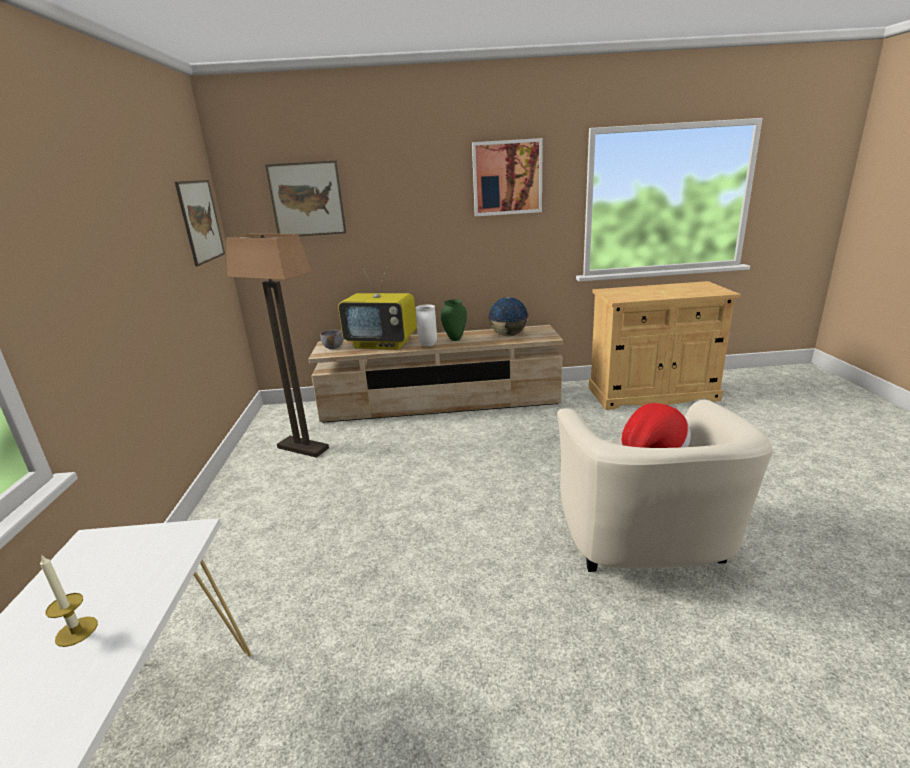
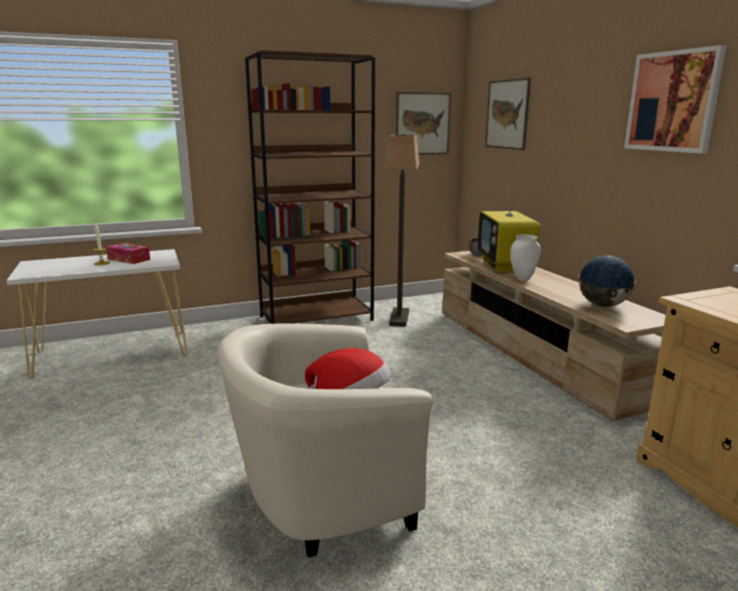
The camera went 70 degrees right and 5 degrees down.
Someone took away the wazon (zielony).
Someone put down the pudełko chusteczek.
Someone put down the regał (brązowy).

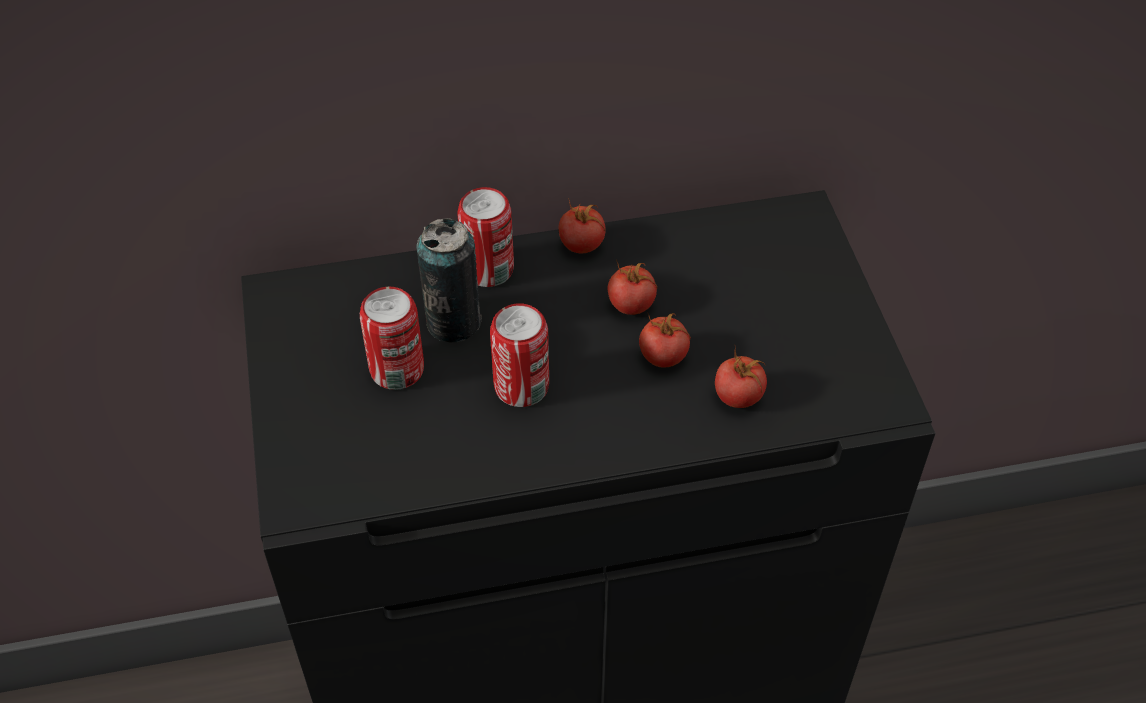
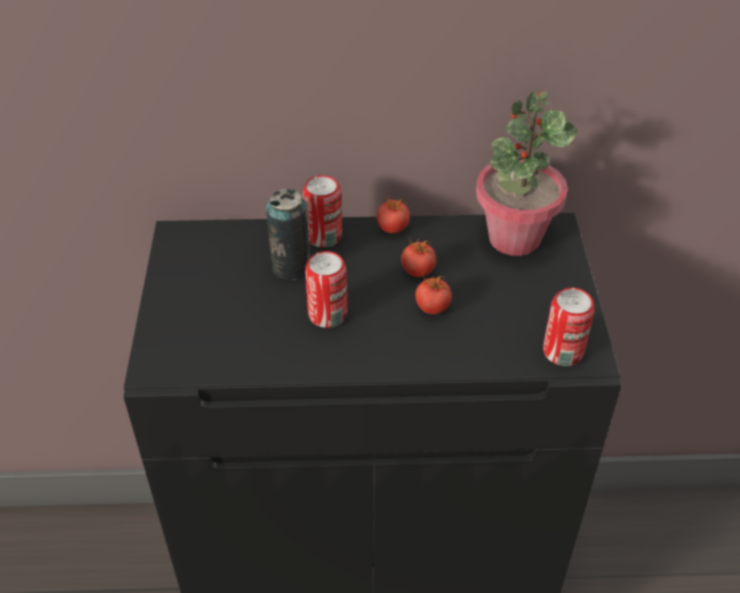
The camera went 10 degrees right and 5 degrees down.
Someone carried the puszka (1st from left in the first image).
Someone took away the pomidor (4th from left).
Someone put down the roślina doniczkowa.

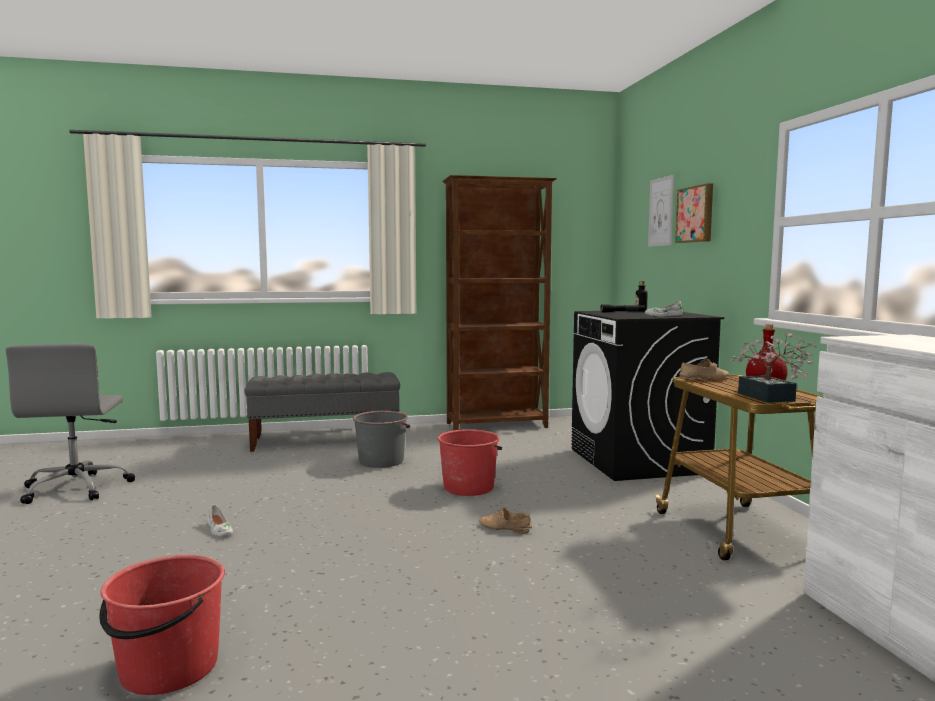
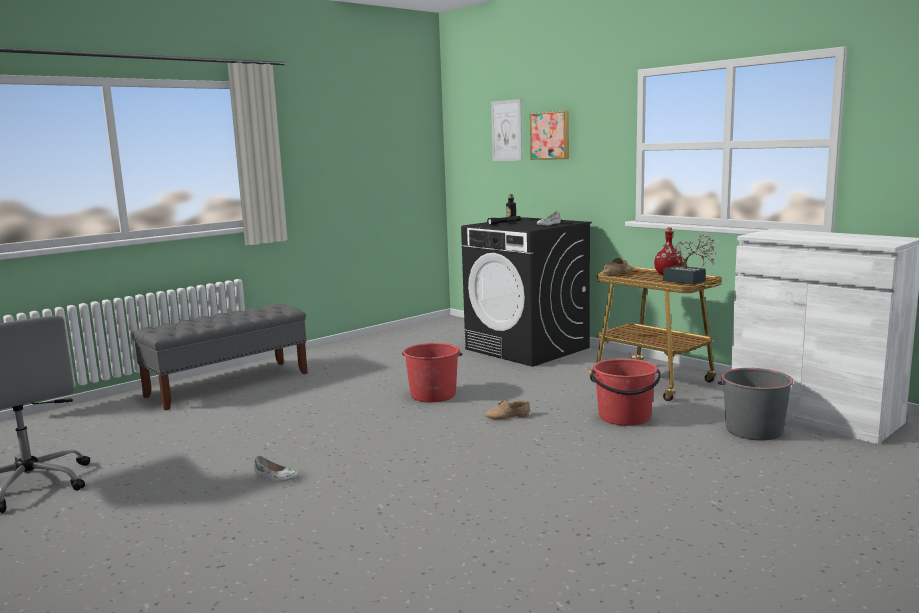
The camera went 30 degrees left and 5 degrees up.
Someone carried the wiadro (czerwony) (1st from left in the first image).
Someone carried the wiadro (szary).
Someone took away the regał (brązowy).

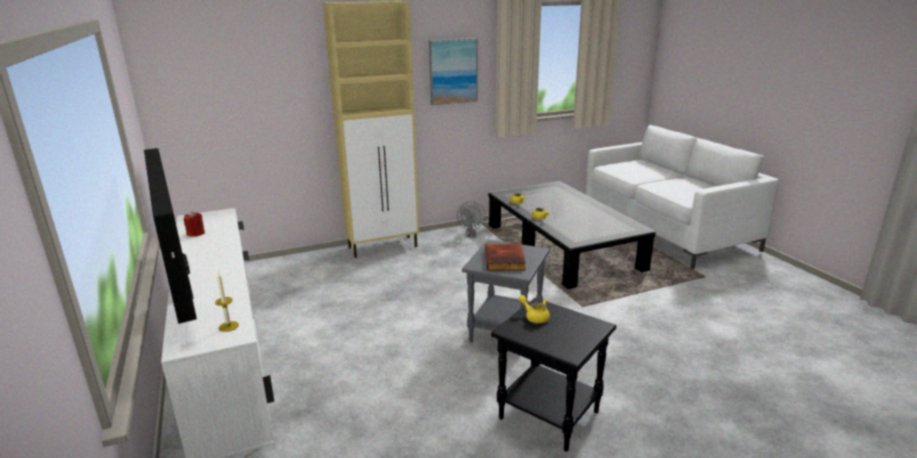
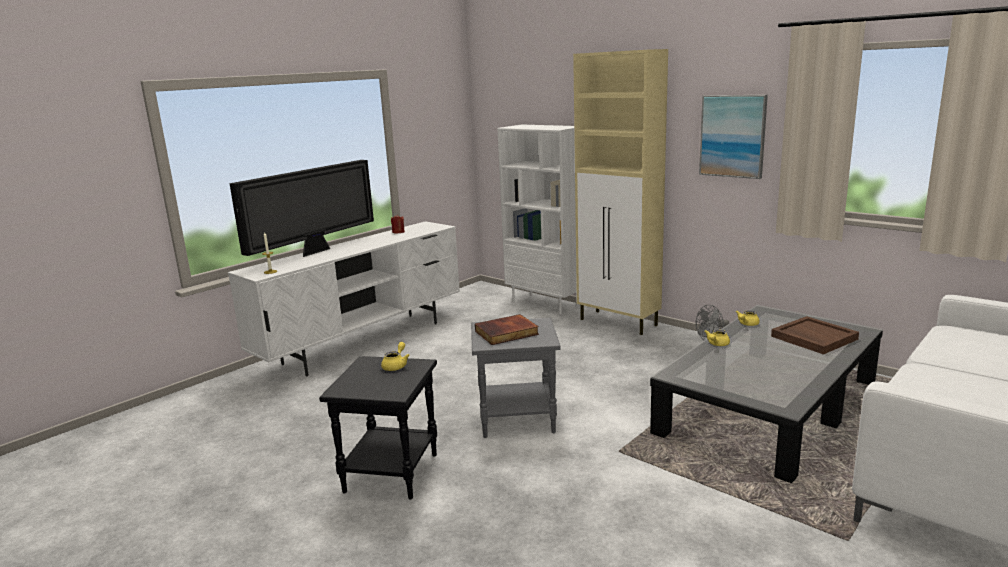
The camera went 65 degrees right and 5 degrees down.
Someone put down the regał (biały).
Someone put down the taca (brązowy).

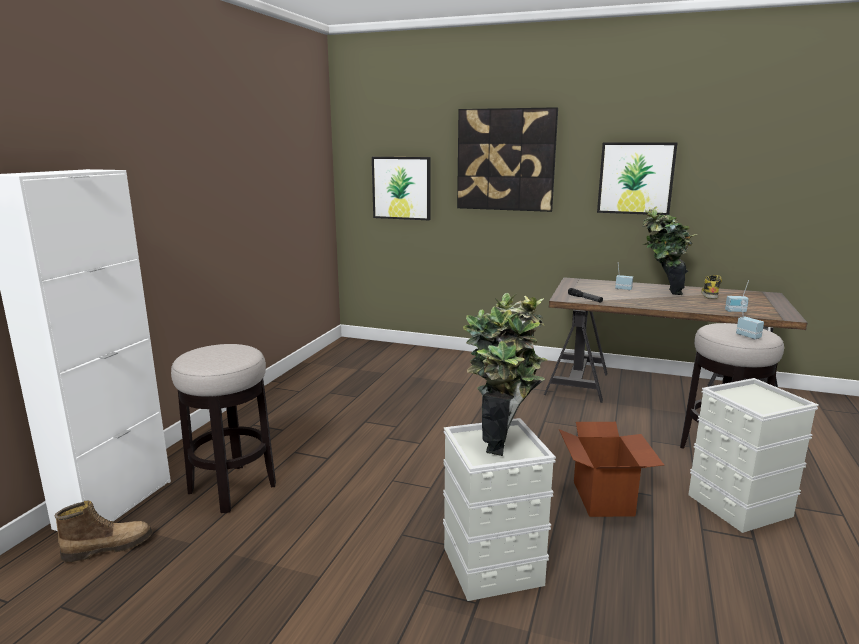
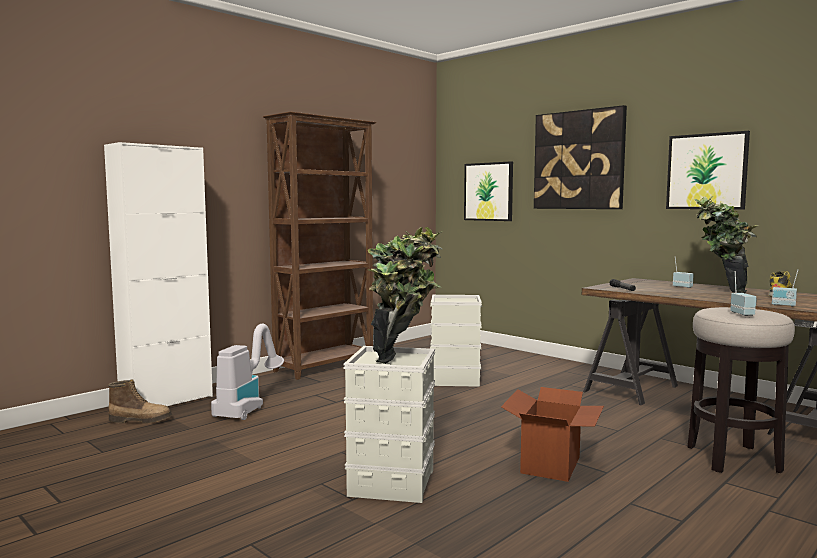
The camera went 25 degrees right and 10 degrees down.
Someone swapped the stołek (1st from left) for the odkurzacz.
Someone carried the pojemnik do przechowywania (szary) (2nd from left).
Someone put down the regał (brązowy).

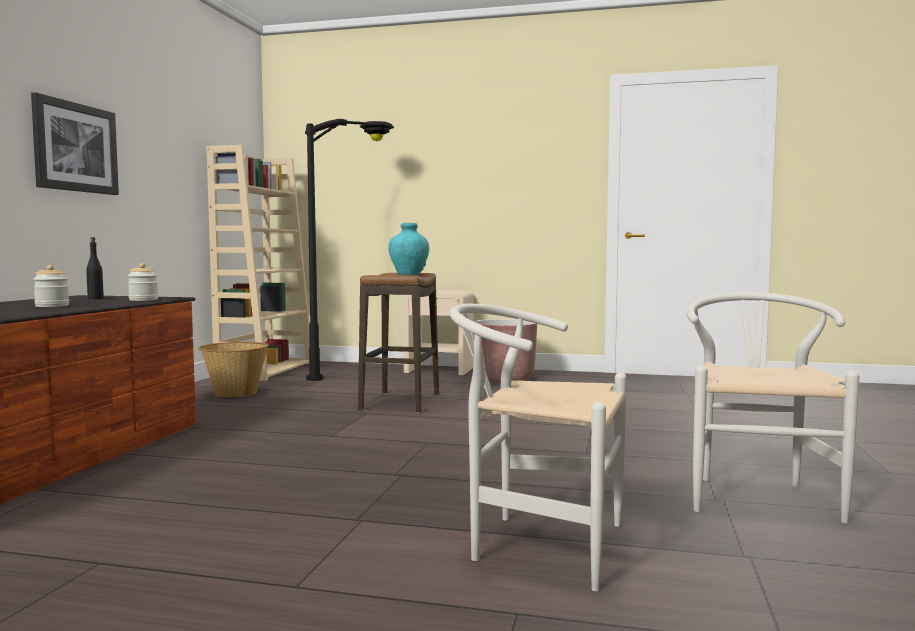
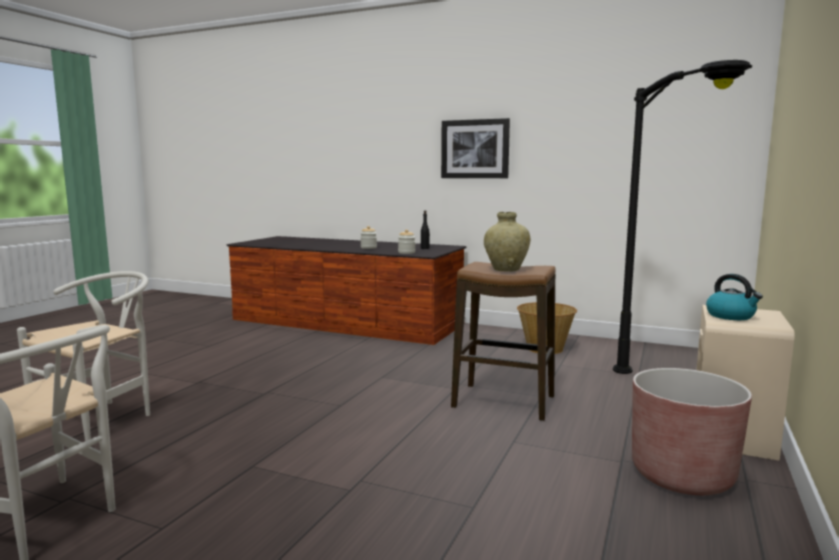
The camera went 100 degrees right and 5 degrees up.
Someone took away the regał (beżowy).
Someone repainted the wazon (turkusowy), which became the wazon (beżowy).
Someone put down the czajnik.

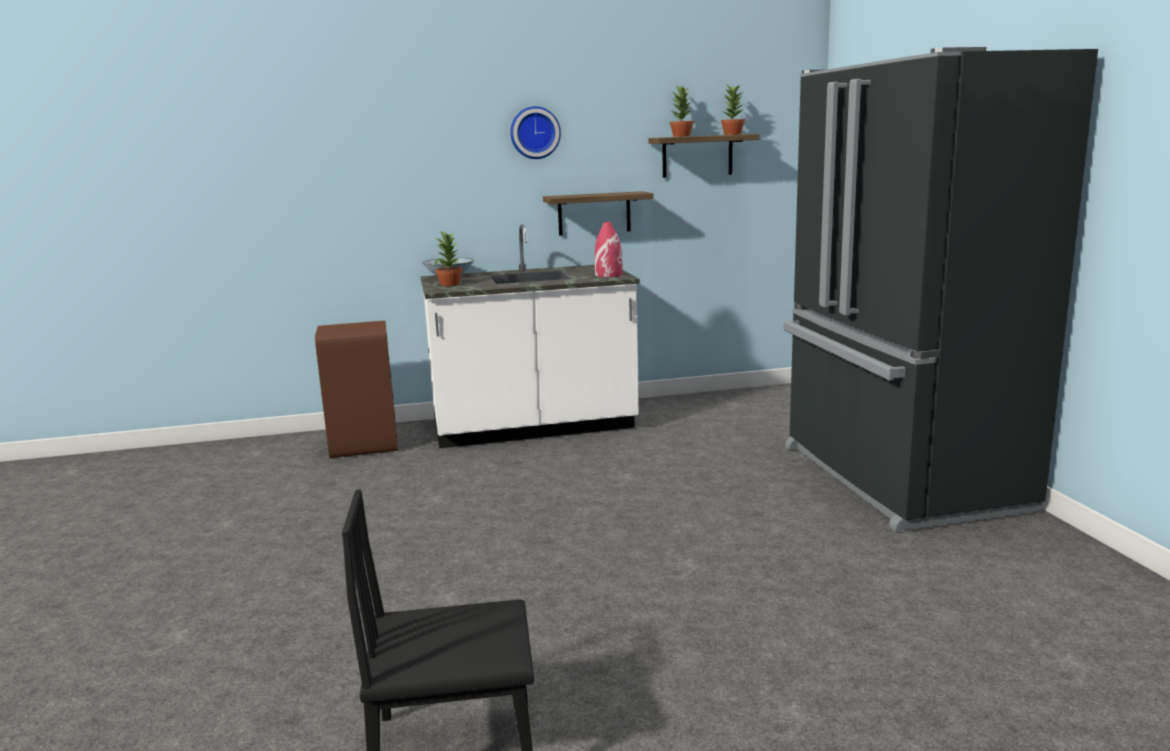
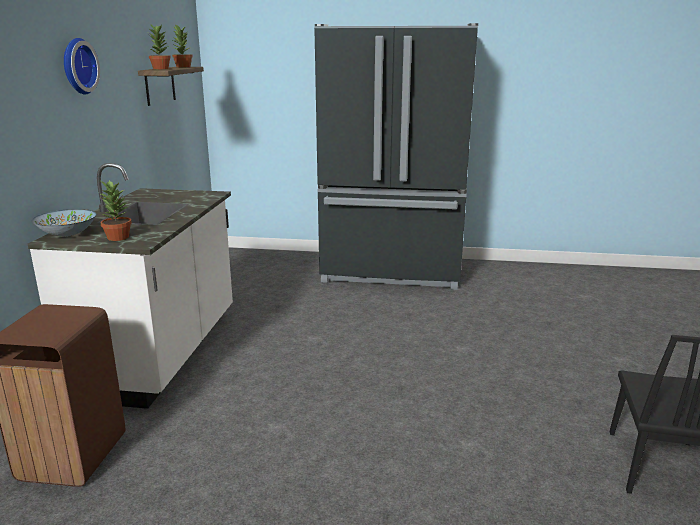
The camera went 70 degrees left and 5 degrees up.
Someone took away the półka (1st from left).
Someone took away the wazon (czerwony).

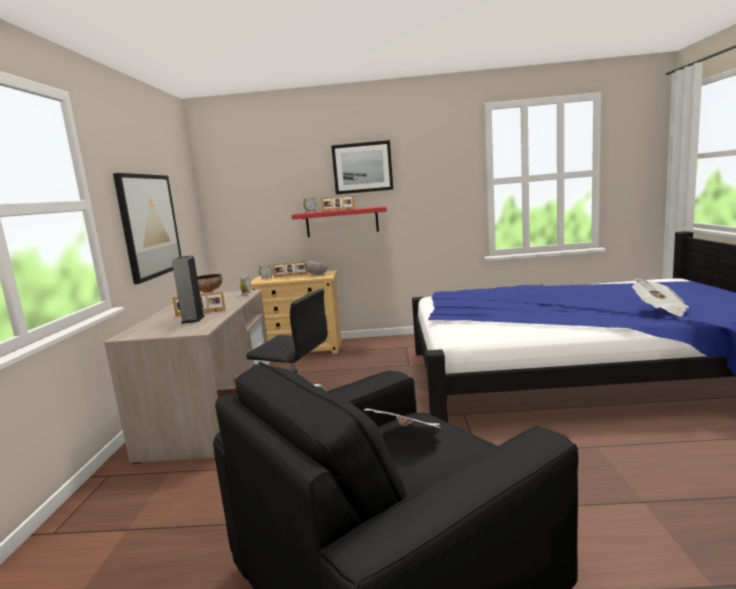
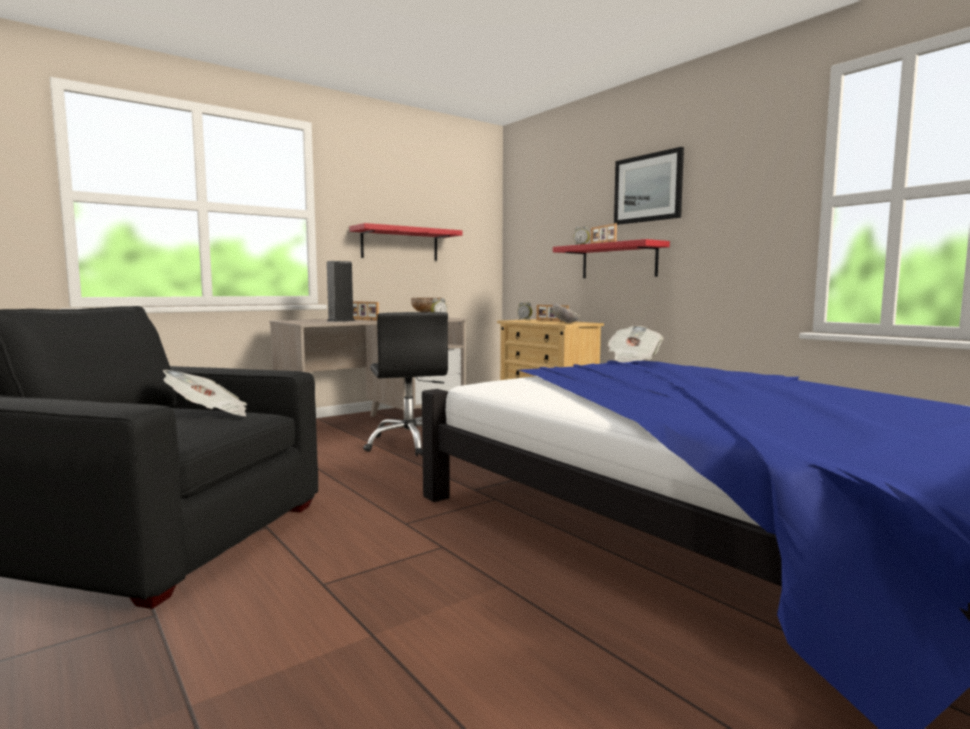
The camera went 50 degrees right and 5 degrees down.
Someone swapped the obraz (1st from left) for the półka (czerwony) (1st from left).
Someone carried the gazeta (2nd from left).

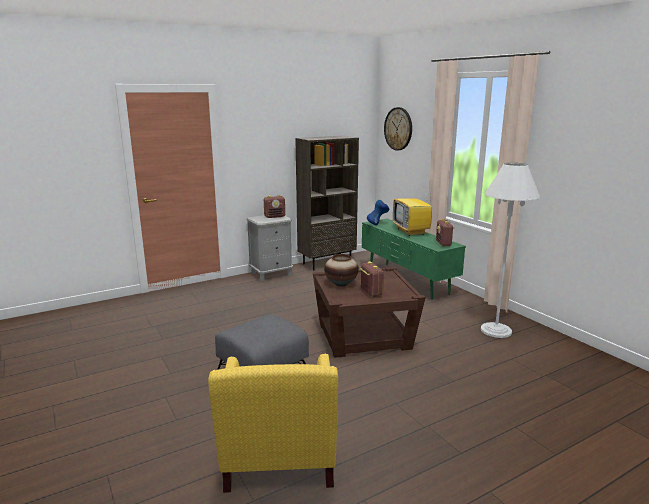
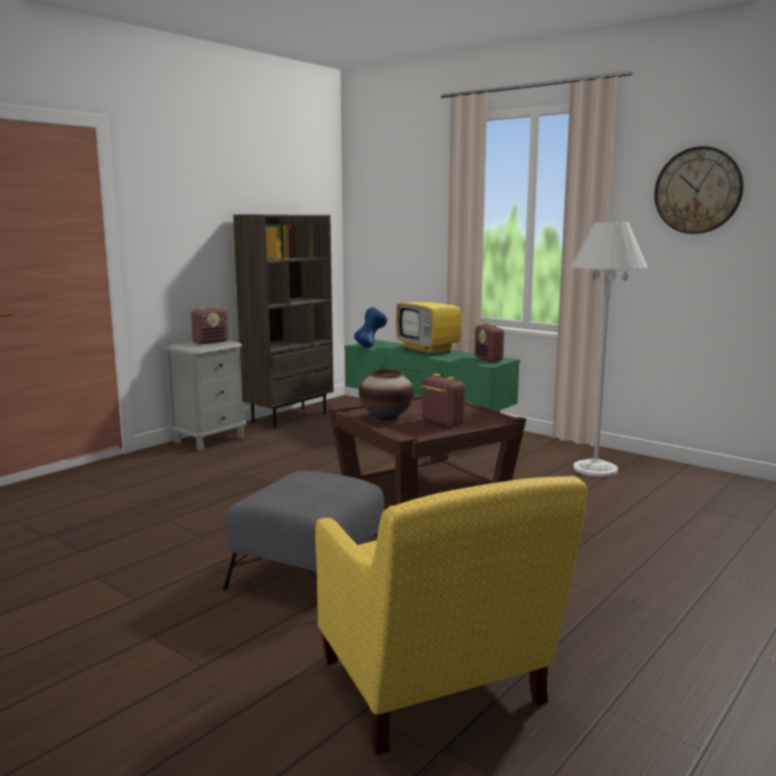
The camera went 20 degrees left and 5 degrees down.
Someone carried the zegar ścienny.

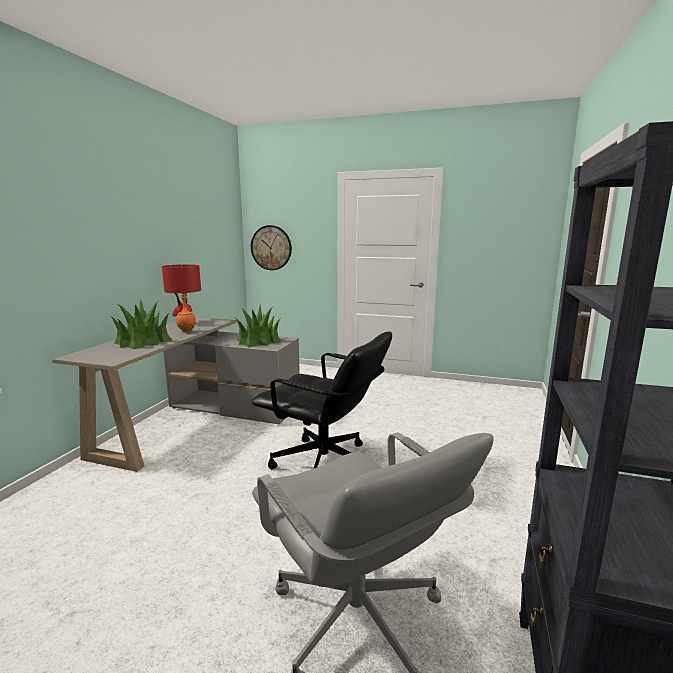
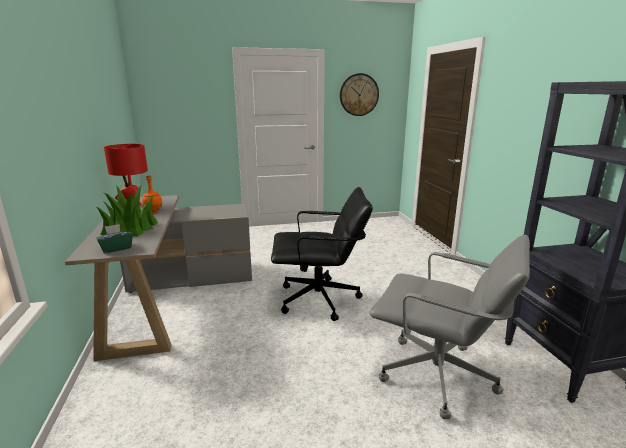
The camera went 30 degrees left and 5 degrees up.
Someone took away the roślina doniczkowa (2nd from left).
Someone carried the zegar ścienny.
Someone put down the pudełko chusteczek (zielony).

